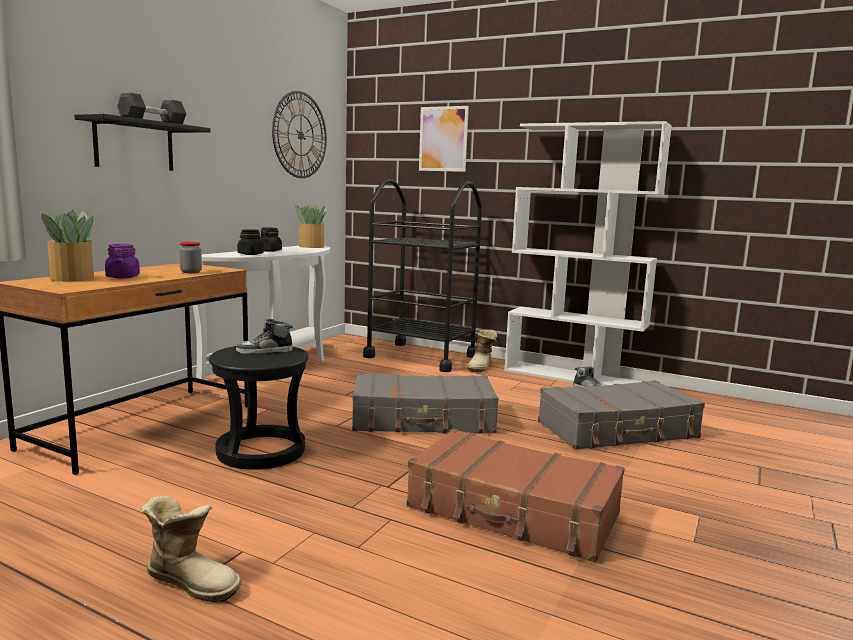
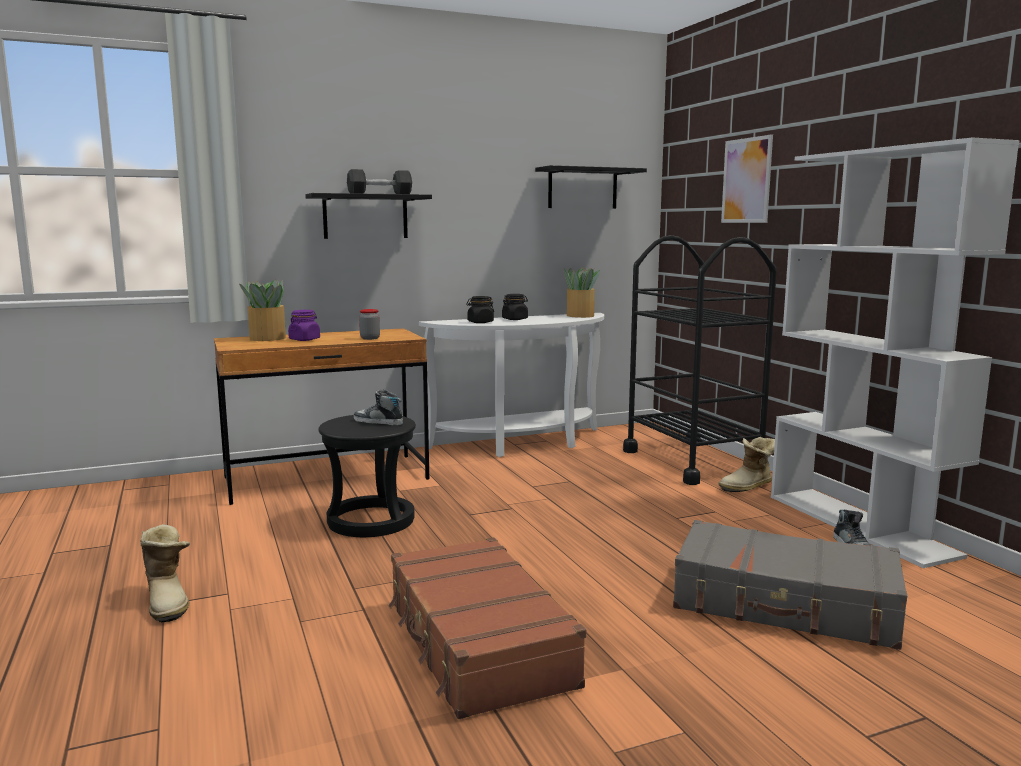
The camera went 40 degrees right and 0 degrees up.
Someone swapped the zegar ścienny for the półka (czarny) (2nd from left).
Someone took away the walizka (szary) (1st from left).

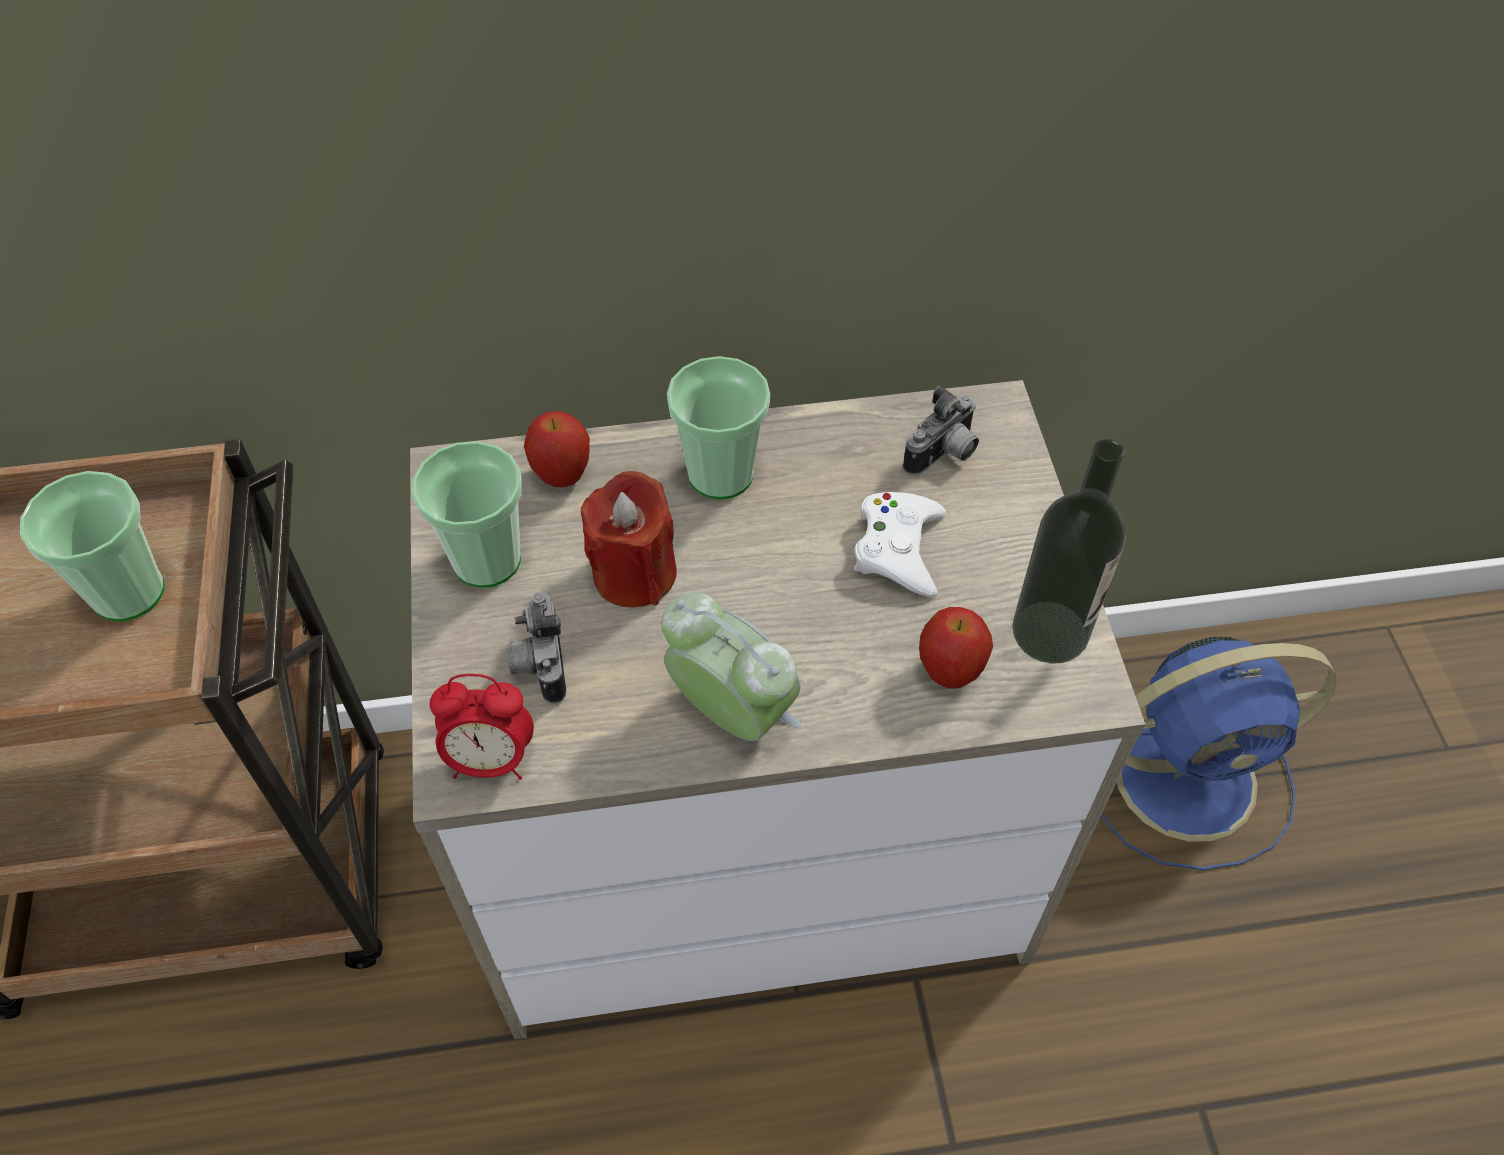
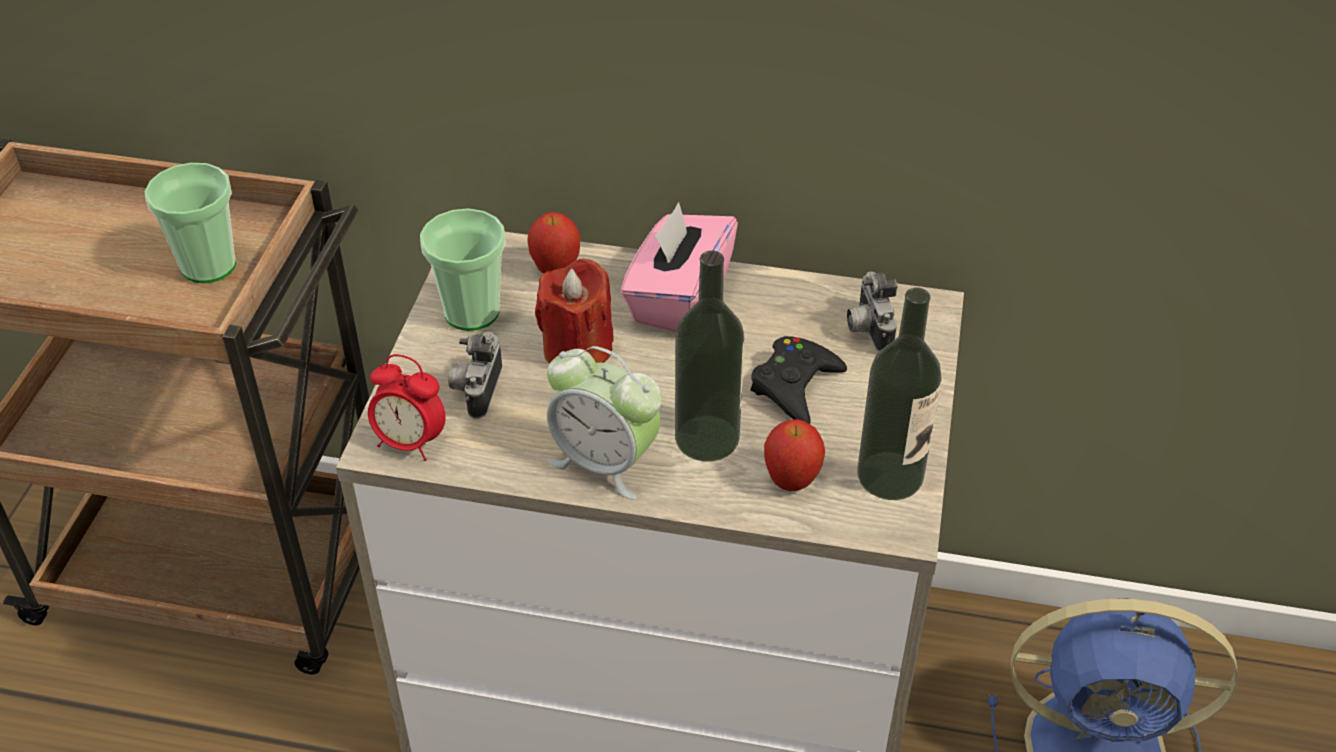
The camera went 20 degrees right and 10 degrees down.
Someone rotated the budzik (2nd from left) by 150 degrees clockwise.
Someone swapped the filiżanka (3rd from left) for the pudełko chusteczek (różowy).
Someone repainted the pad do gier (biały), which became the pad do gier (czarny).
Someone rotated the aparat fotograficzny (2nd from left) by 105 degrees clockwise.
Someone put down the butelka (1st from left).

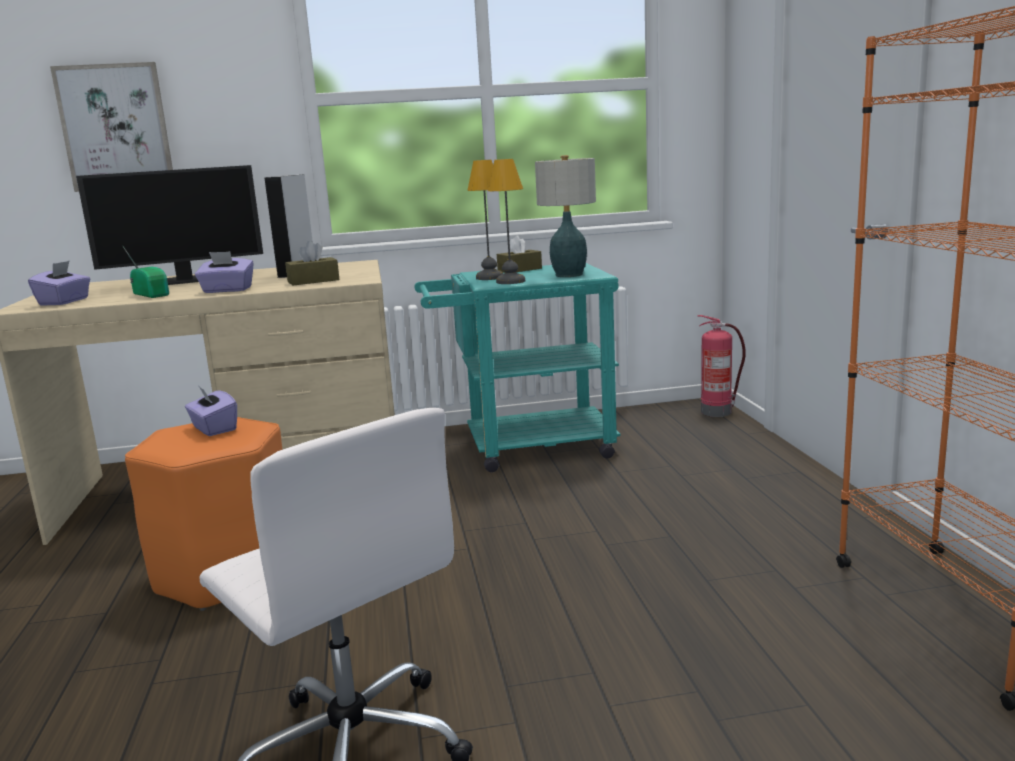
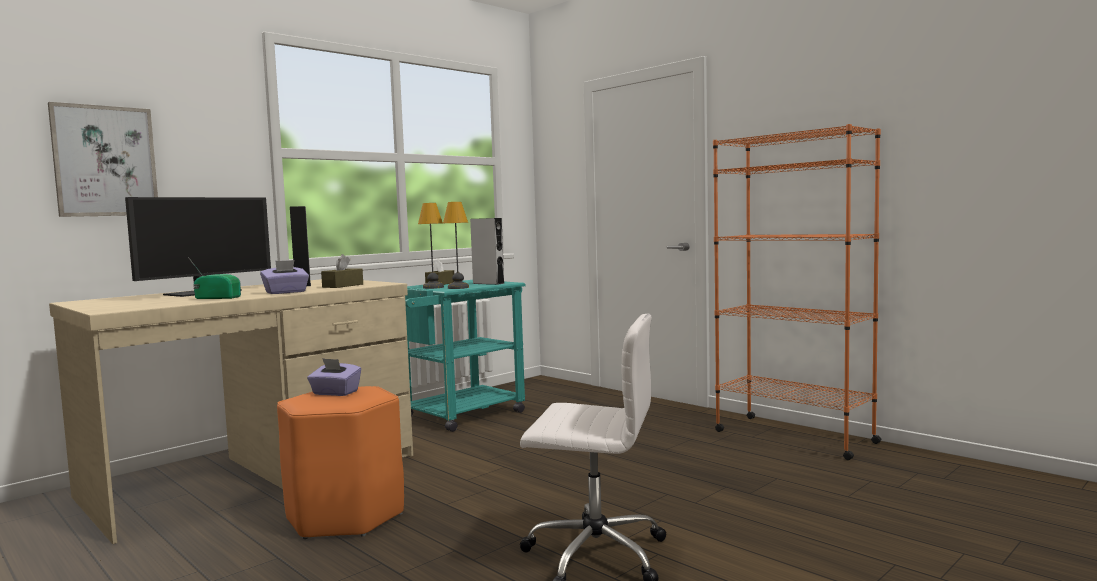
The camera went 35 degrees left and 10 degrees down.
Someone took away the pudełko chusteczek (fioletowy) (1st from left).
Someone swapped the lampa stołowa (3rd from left) for the głośnik (szary) (2nd from left).
Someone took away the gaśnica.

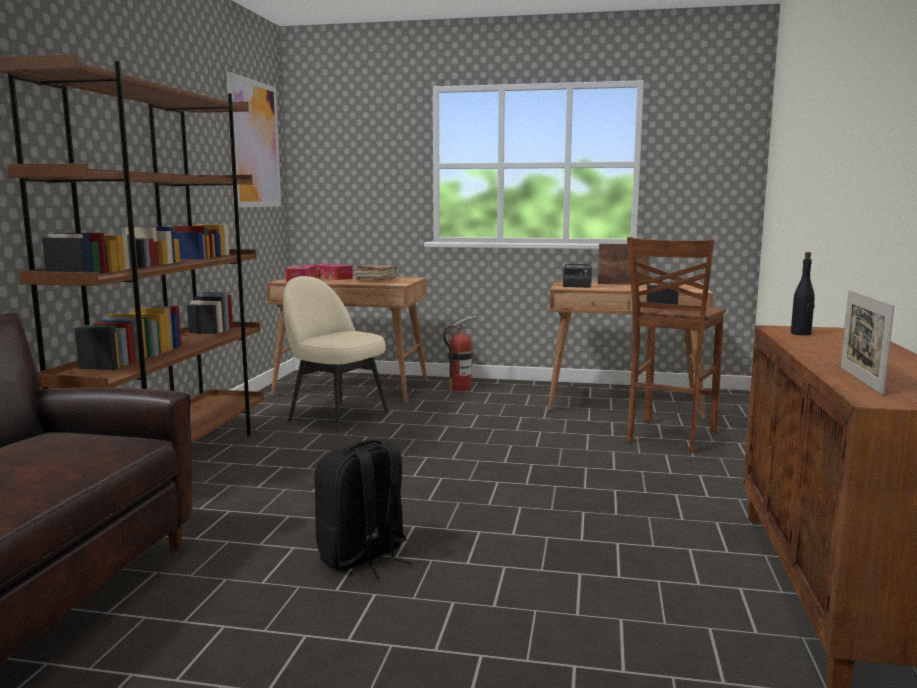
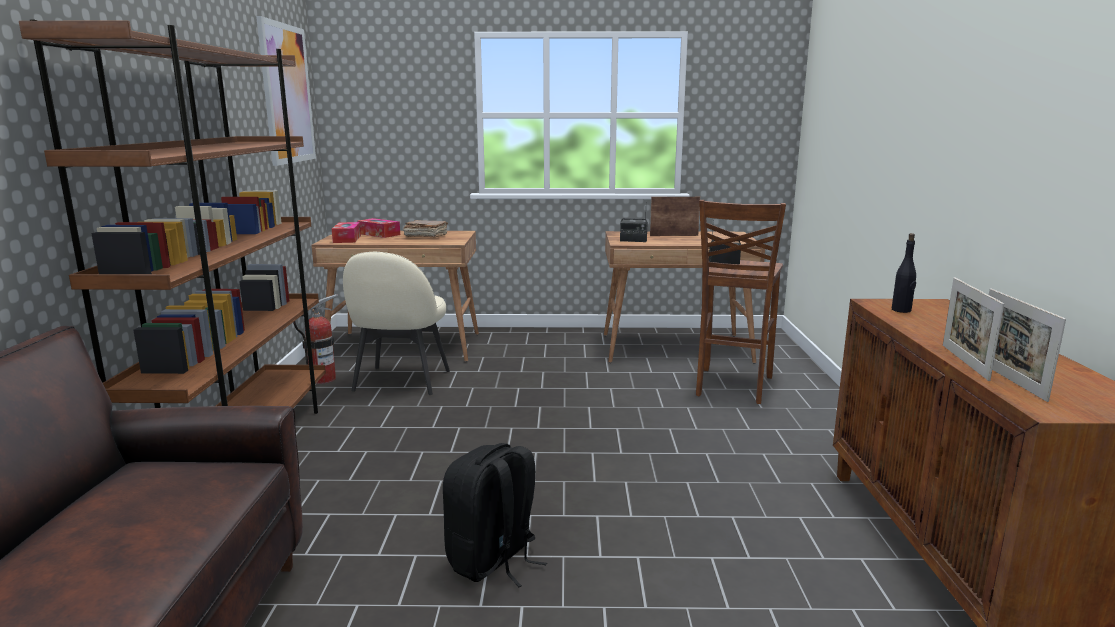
The camera went 10 degrees left and 5 degrees up.
Someone rotated the krzesło (beżowy) by 105 degrees counterclockwise.
Someone carried the gaśnica.
Someone put down the ramka na zdjęcie (2nd from left).

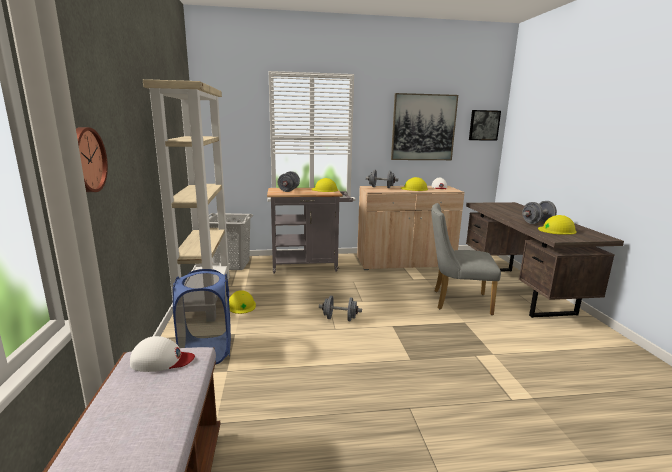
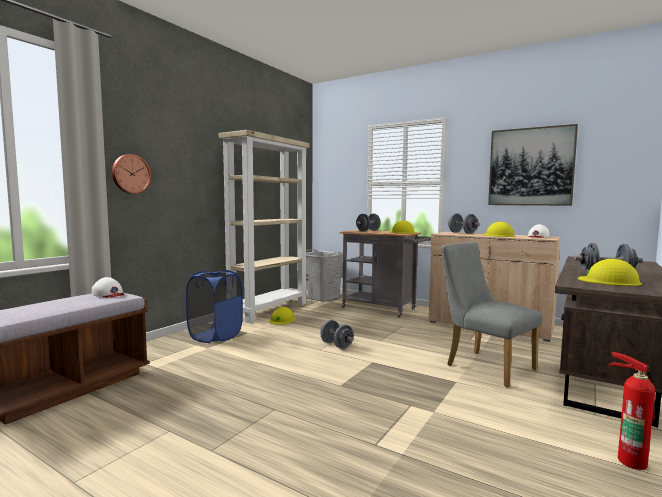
The camera went 40 degrees right and 10 degrees down.
Someone took away the obraz (2nd from left).
Someone put down the gaśnica.

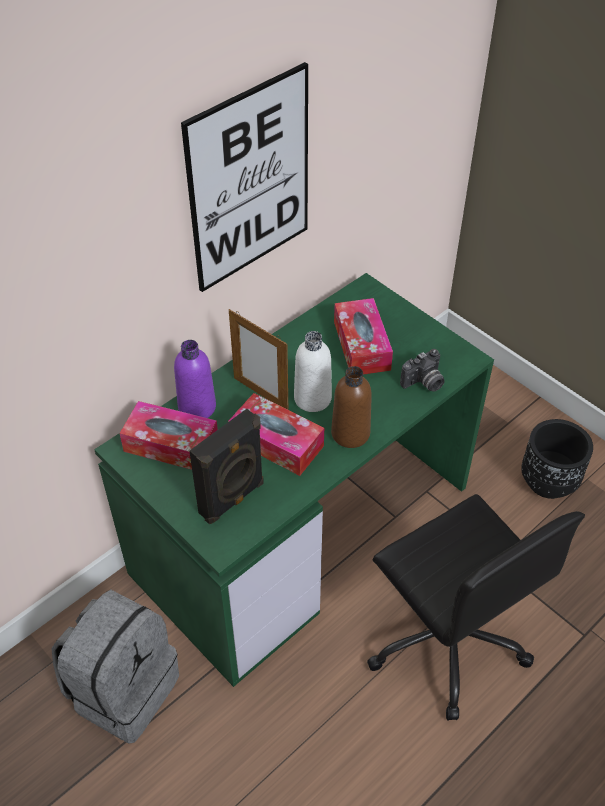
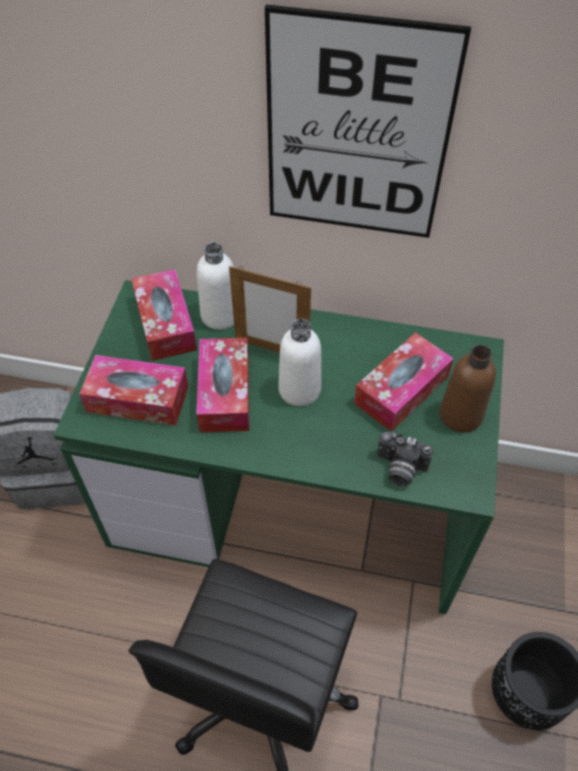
The camera went 55 degrees right and 5 degrees up.
Someone repainted the butelka (fioletowy), which became the butelka (biały) (1st from left).
Someone swapped the głośnik (czarny) for the pudełko chusteczek (1st from left).
Someone rotated the ramka na zdjęcie by 75 degrees counterclockwise.
Someone carried the butelka (brązowy).

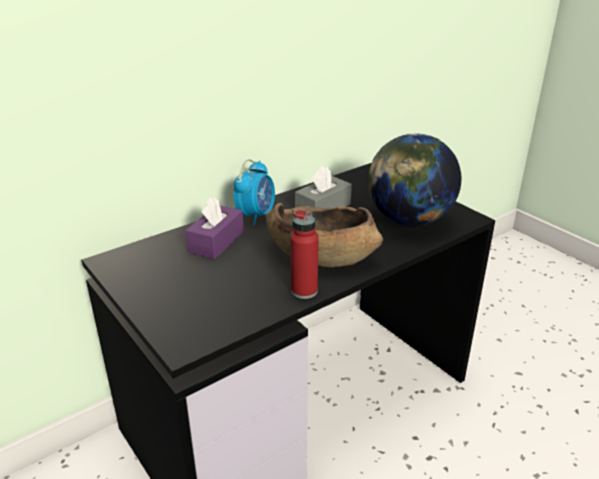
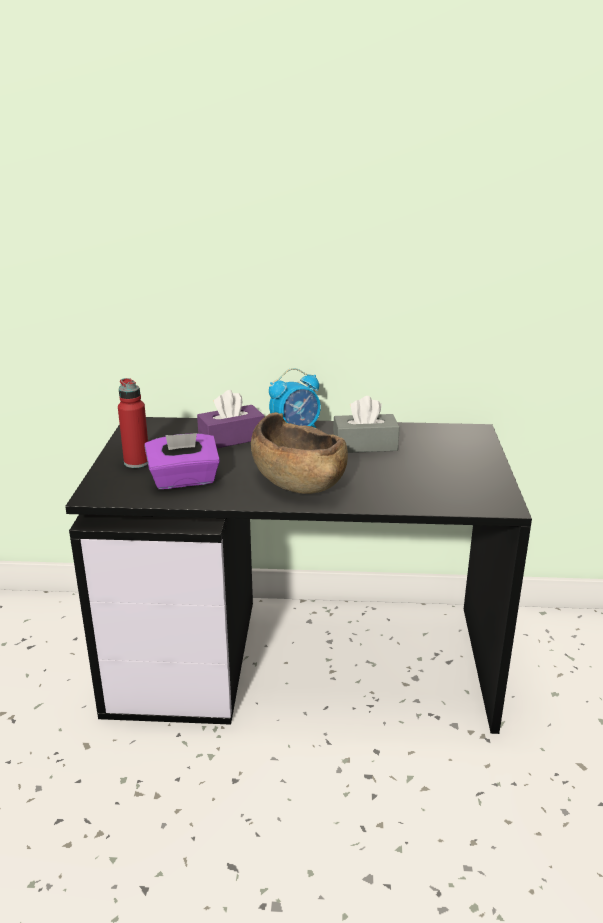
The camera went 40 degrees right and 5 degrees down.
Someone carried the butelka (czerwony).
Someone took away the globus.
Someone put down the pudełko chusteczek (fioletowy) (1st from left).

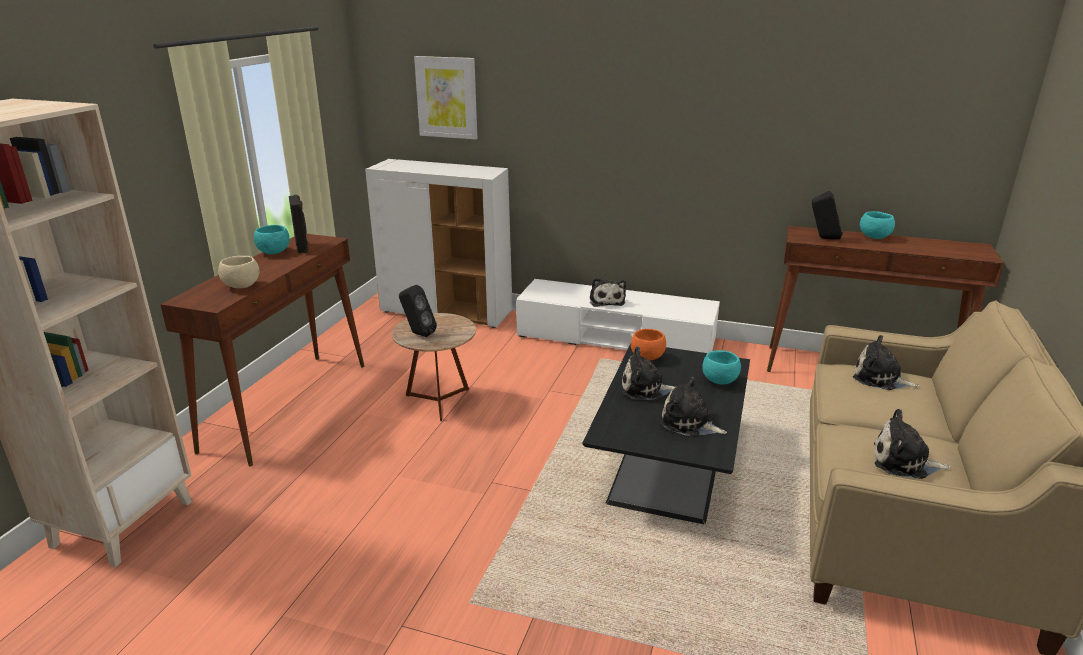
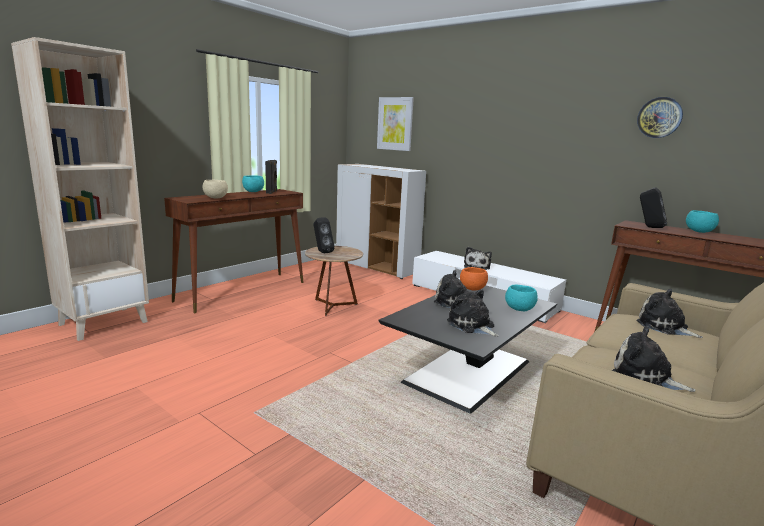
The camera went 20 degrees right and 10 degrees down.
Someone put up the zegar ścienny.

